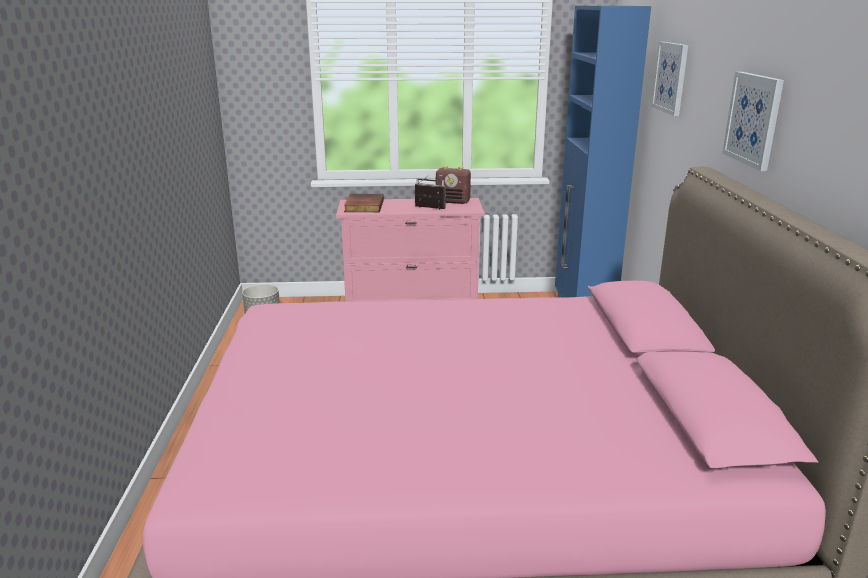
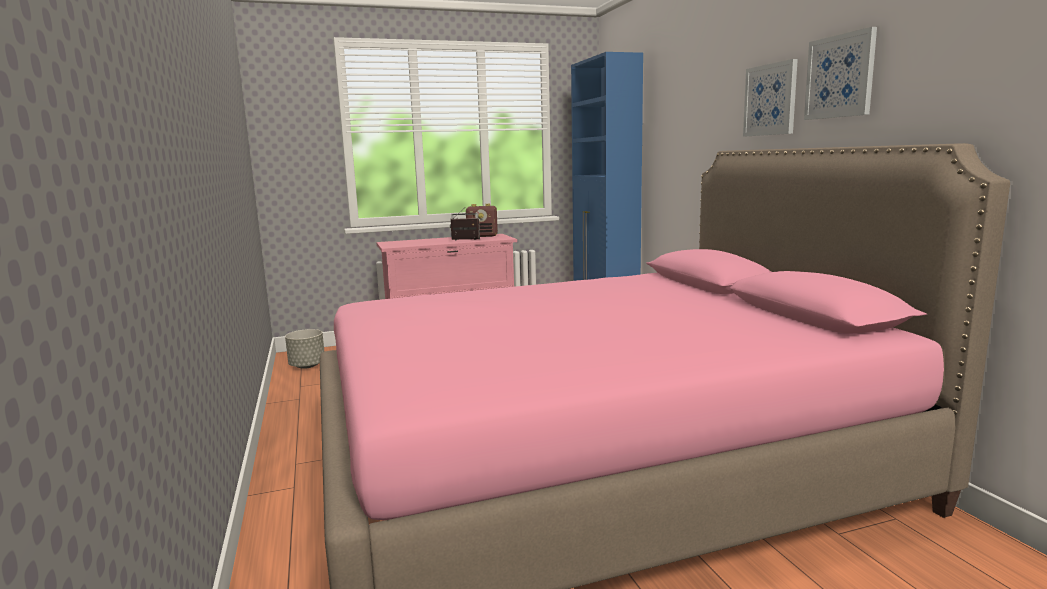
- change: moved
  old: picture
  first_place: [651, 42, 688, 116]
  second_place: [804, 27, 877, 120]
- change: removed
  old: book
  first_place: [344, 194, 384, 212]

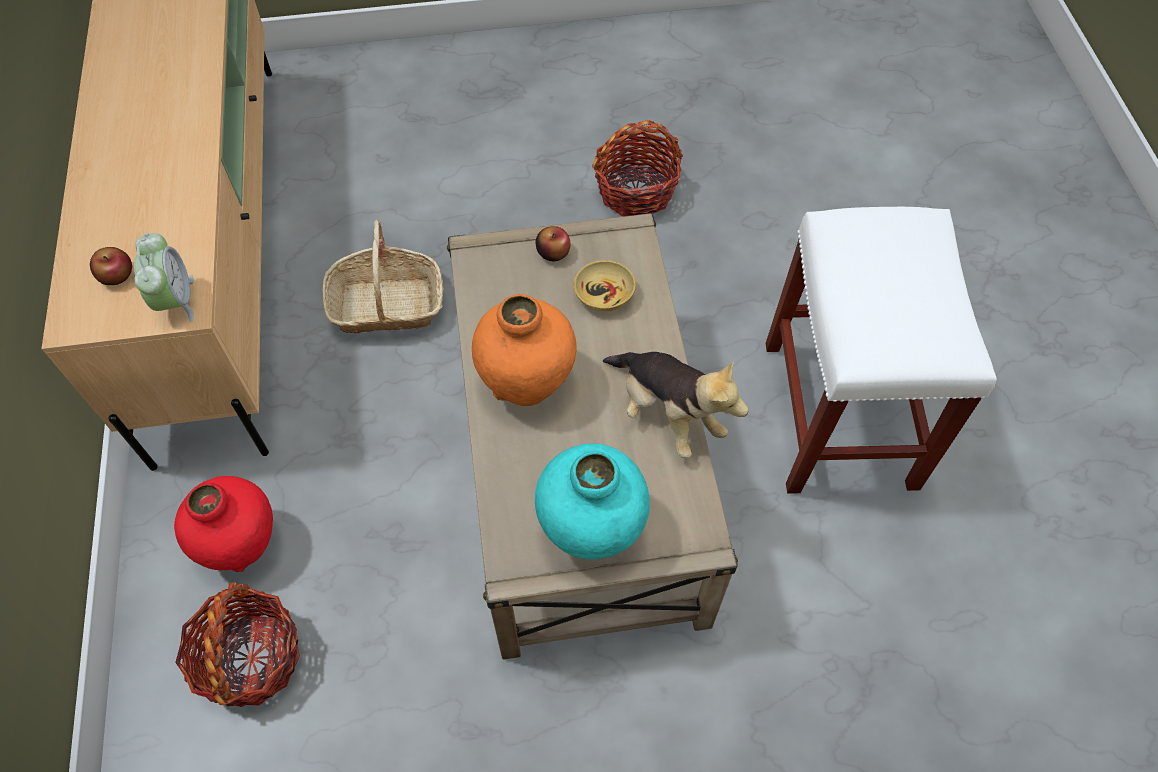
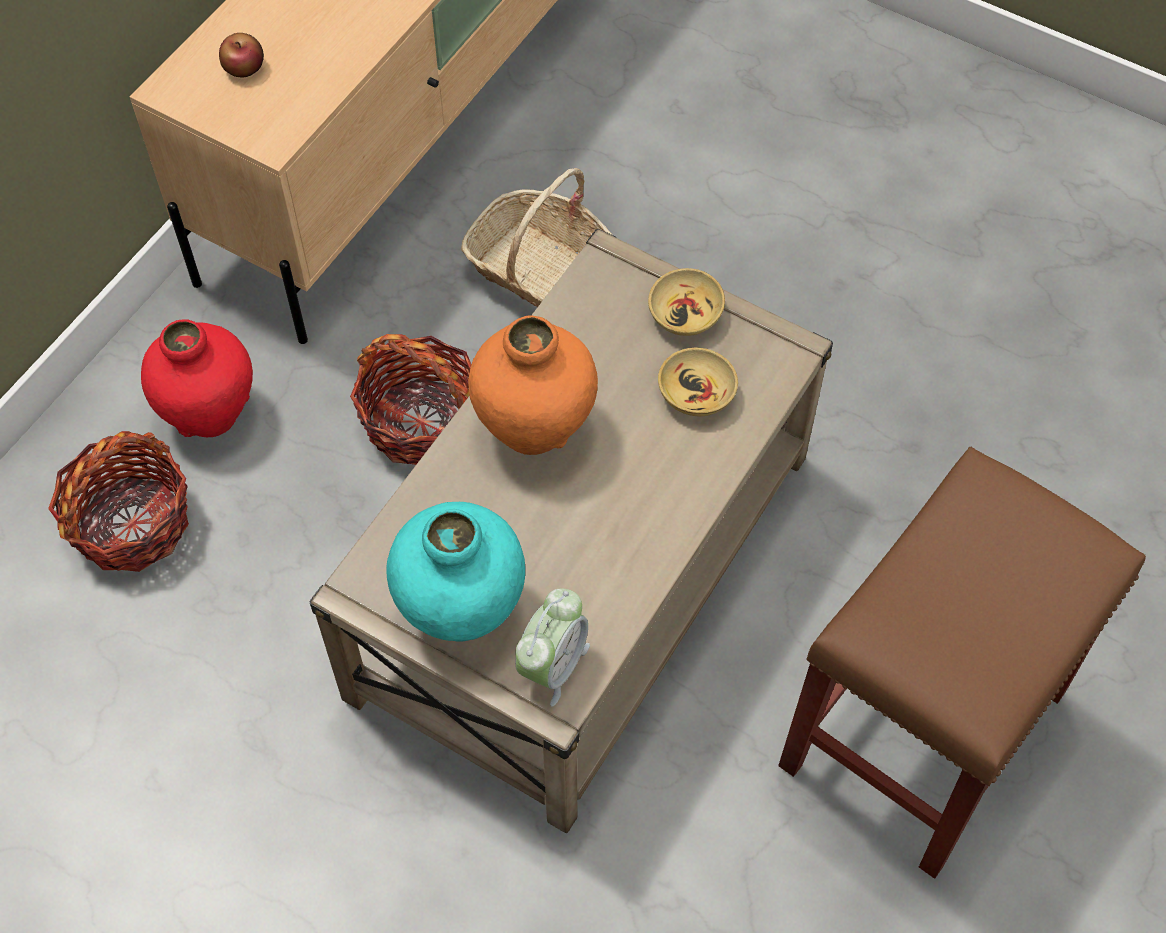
- change: moved
  old: basket
  first_place: [592, 120, 683, 216]
  second_place: [350, 334, 472, 465]
- change: recoloured
  old: white stool
  new: brown stool
  first_place: [766, 207, 997, 494]
  second_place: [778, 447, 1146, 879]
- change: replaced
  old: apple
  new: beige bowl
  first_place: [535, 226, 570, 261]
  second_place: [648, 268, 725, 336]
- change: moved
  old: alarm clock
  first_place: [134, 233, 194, 322]
  second_place: [515, 588, 590, 706]
- change: removed
  old: plush toy
  first_place: [603, 352, 749, 458]

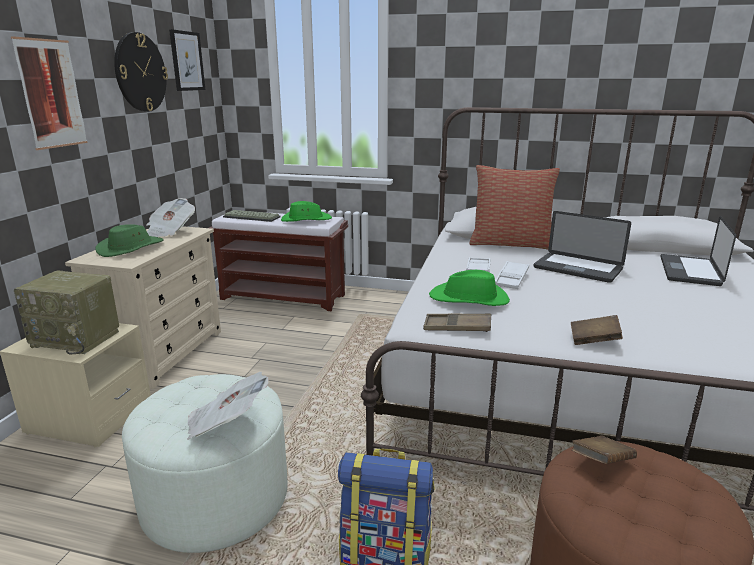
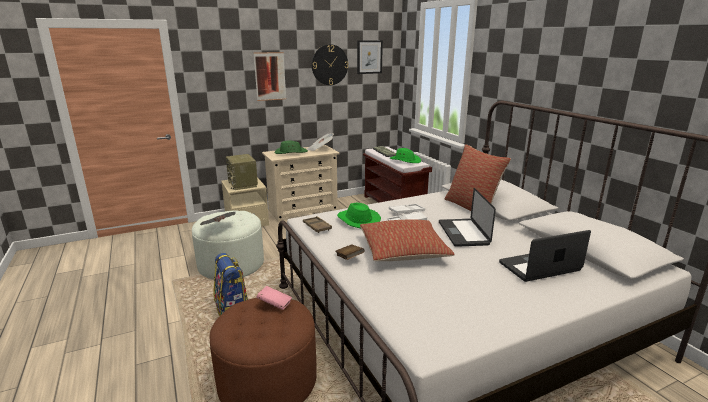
- change: recoloured
  old: brown book
  new: pink book
  first_place: [572, 436, 637, 464]
  second_place: [256, 286, 292, 310]
- change: added
  new: pillow
  second_place: [360, 219, 455, 261]

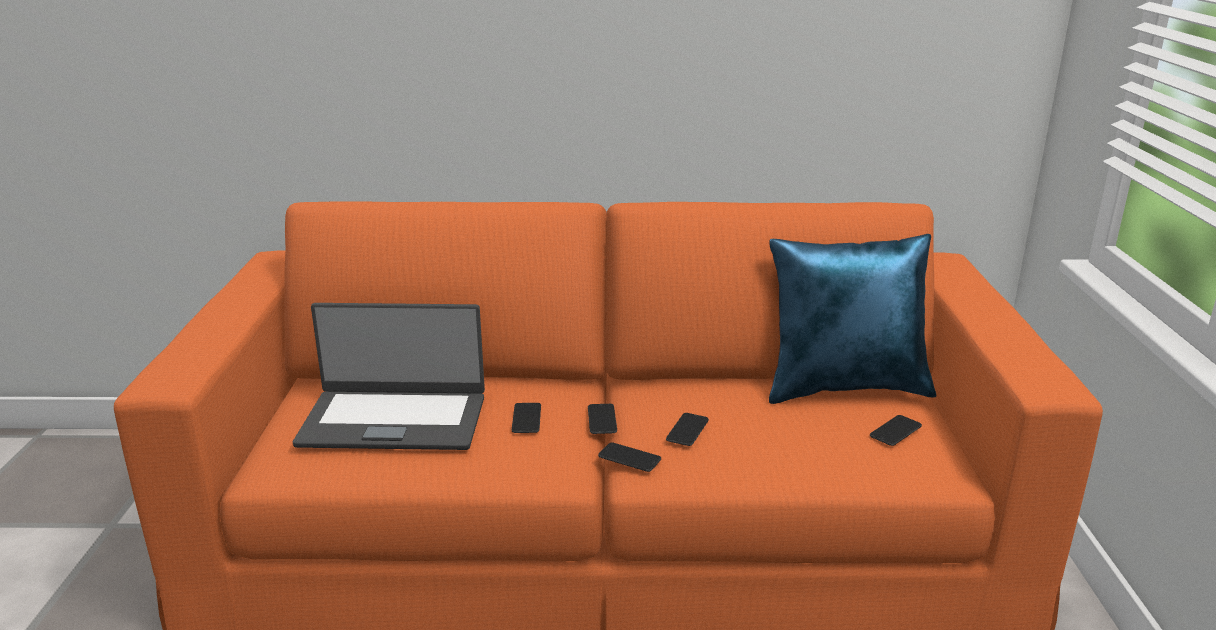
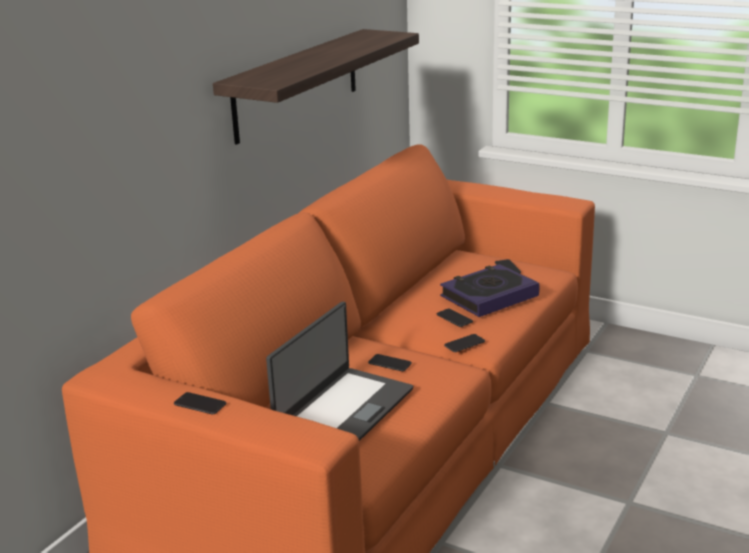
- change: removed
  old: blue pillow
  first_place: [769, 234, 937, 404]
- change: moved
  old: phone
  first_place: [588, 404, 617, 434]
  second_place: [174, 392, 226, 414]
- change: added
  new: shelf
  second_place: [213, 29, 419, 145]
- change: added
  new: book
  second_place: [440, 264, 540, 317]

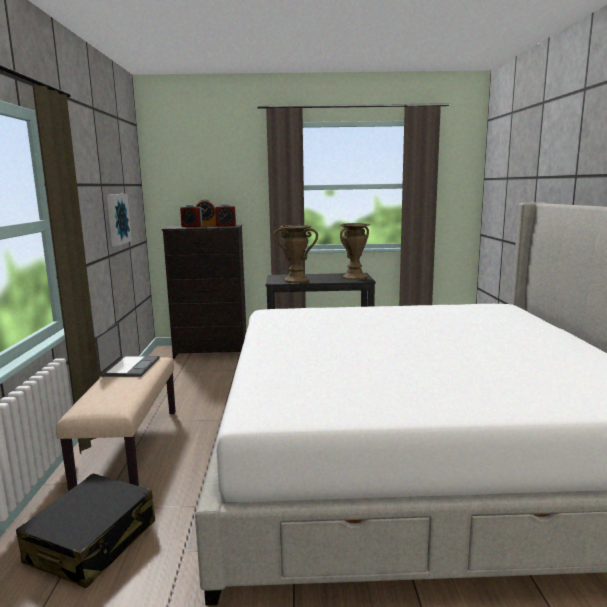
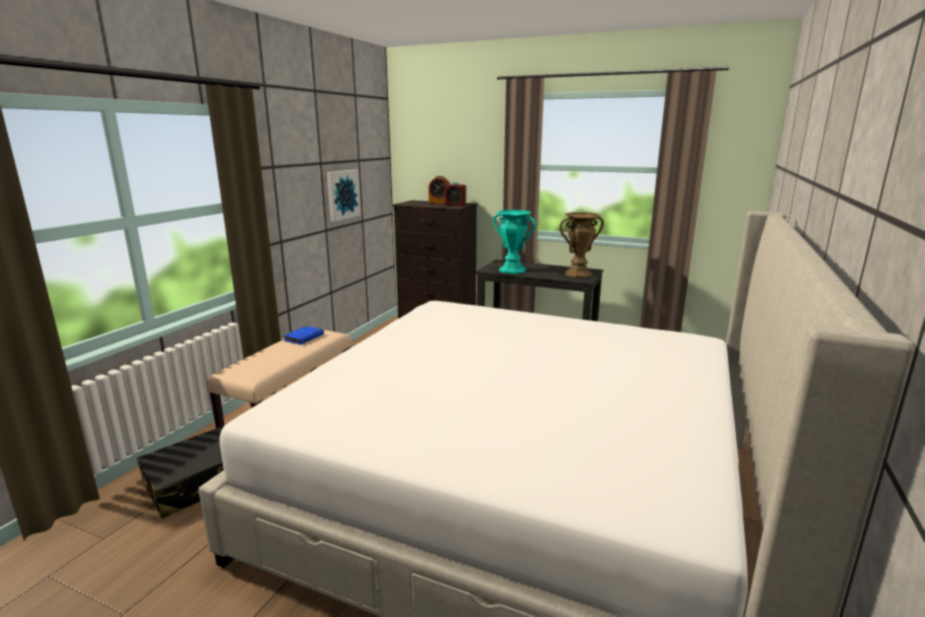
- change: removed
  old: alarm clock
  first_place: [180, 205, 203, 227]
- change: recoloured
  old: brown vase
  new: turquoise vase
  first_place: [274, 225, 318, 283]
  second_place: [493, 210, 536, 274]
- change: replaced
  old: laptop
  new: blue book
  first_place: [95, 323, 160, 377]
  second_place: [283, 326, 324, 345]

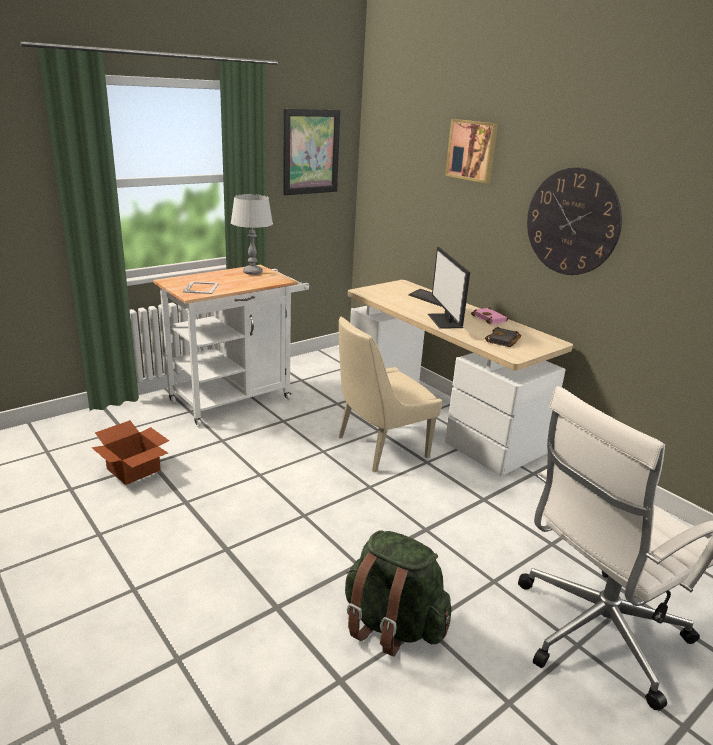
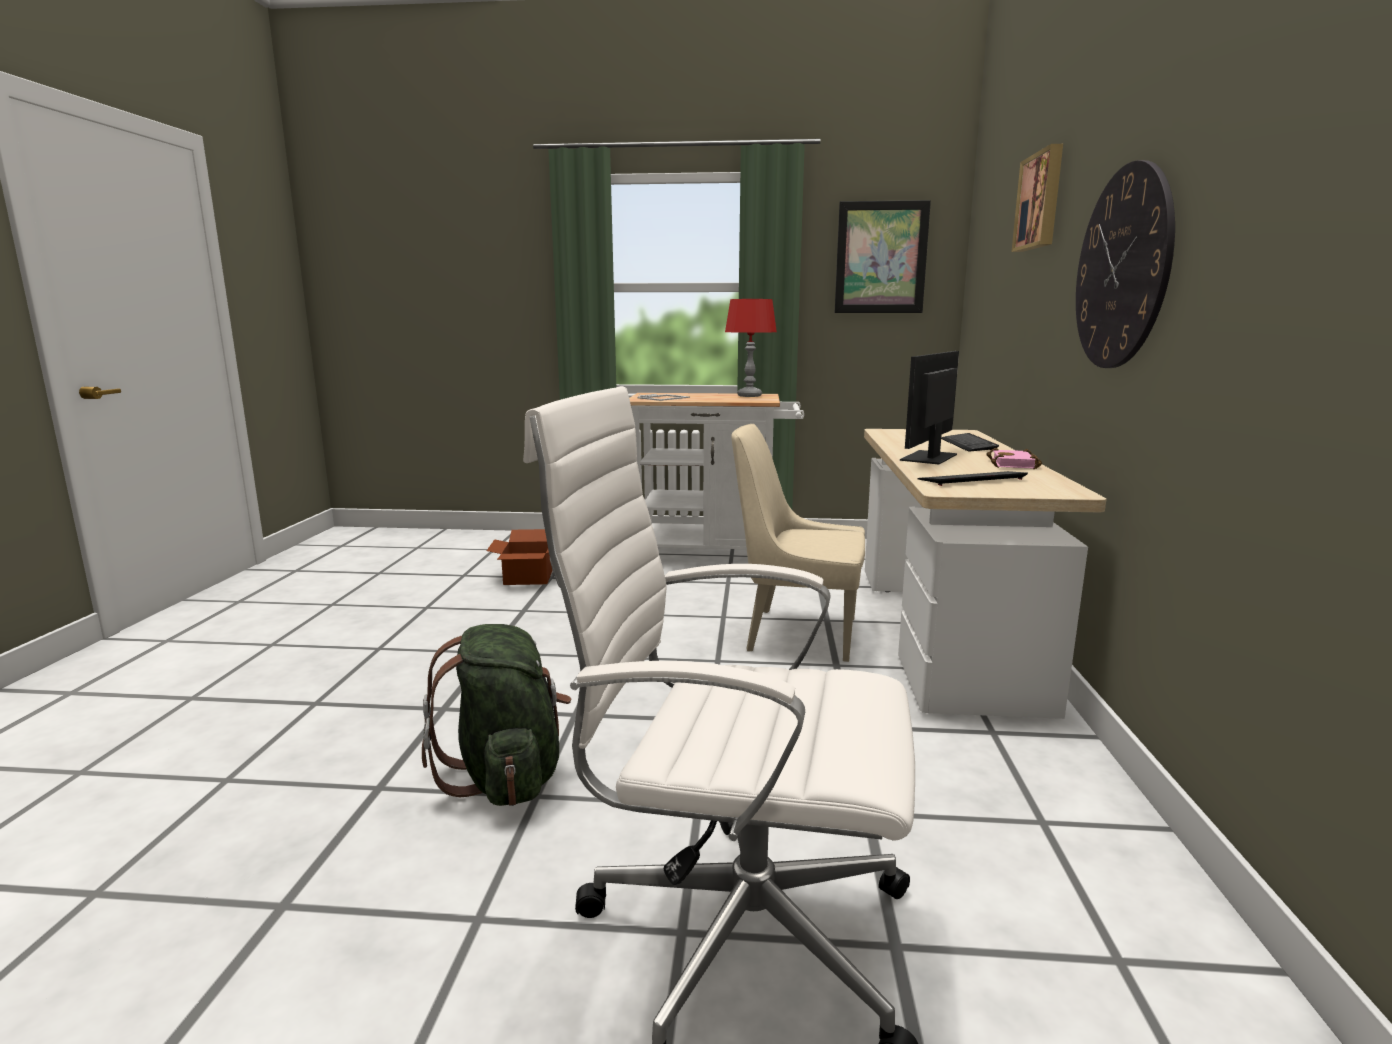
- change: recoloured
  old: grey table lamp
  new: red table lamp
  first_place: [231, 194, 273, 275]
  second_place: [725, 299, 777, 397]
- change: replaced
  old: black book
  new: keyboard
  first_place: [485, 327, 521, 347]
  second_place: [917, 471, 1028, 486]

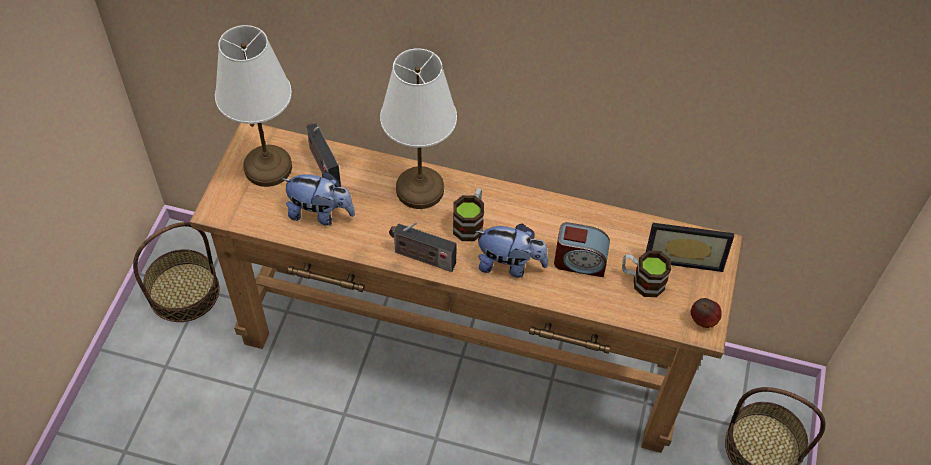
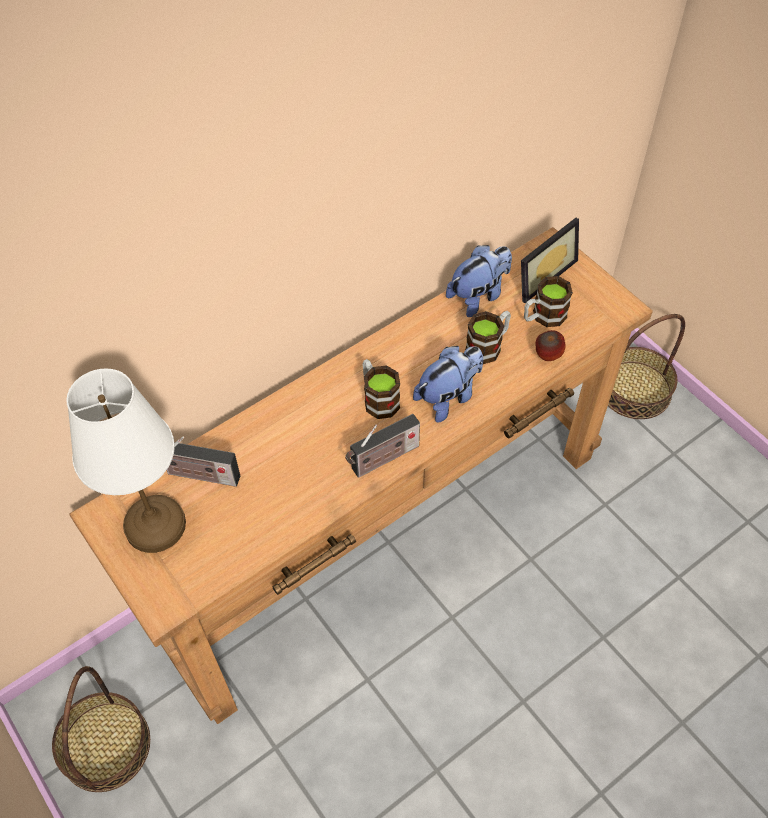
- change: removed
  old: white table lamp
  first_place: [380, 48, 457, 209]
- change: moved
  old: plush toy
  first_place: [282, 172, 355, 226]
  second_place: [446, 245, 512, 317]
- change: replaced
  old: alarm clock
  new: mug
  first_place: [554, 222, 610, 277]
  second_place: [465, 311, 511, 364]
- change: moved
  old: apple
  first_place: [691, 298, 722, 328]
  second_place: [536, 330, 566, 361]

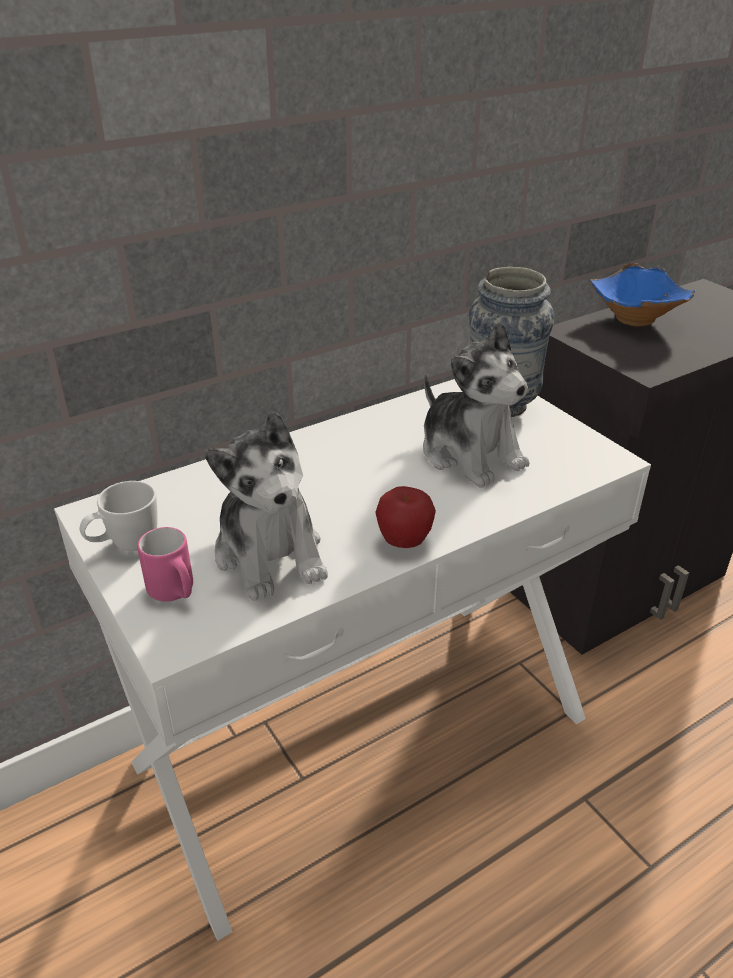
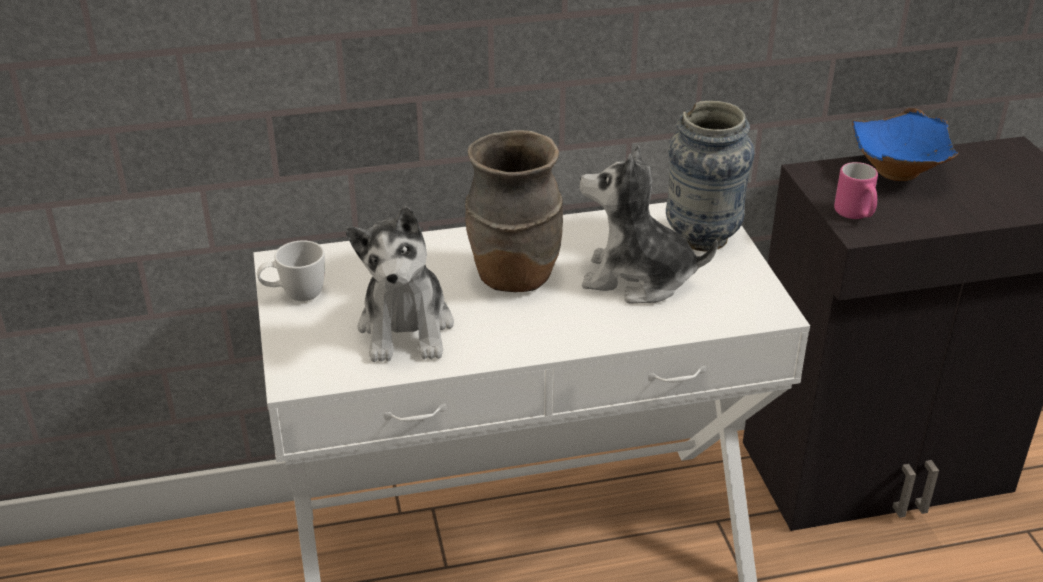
- change: turned
  old: plush toy
  first_place: [423, 321, 529, 488]
  second_place: [580, 145, 718, 304]
  degrees: 120
- change: removed
  old: apple
  first_place: [375, 486, 436, 548]
- change: moved
  old: pink mug
  first_place: [137, 527, 193, 601]
  second_place: [834, 162, 878, 219]
- change: added
  new: brown vase
  second_place: [465, 130, 563, 292]

